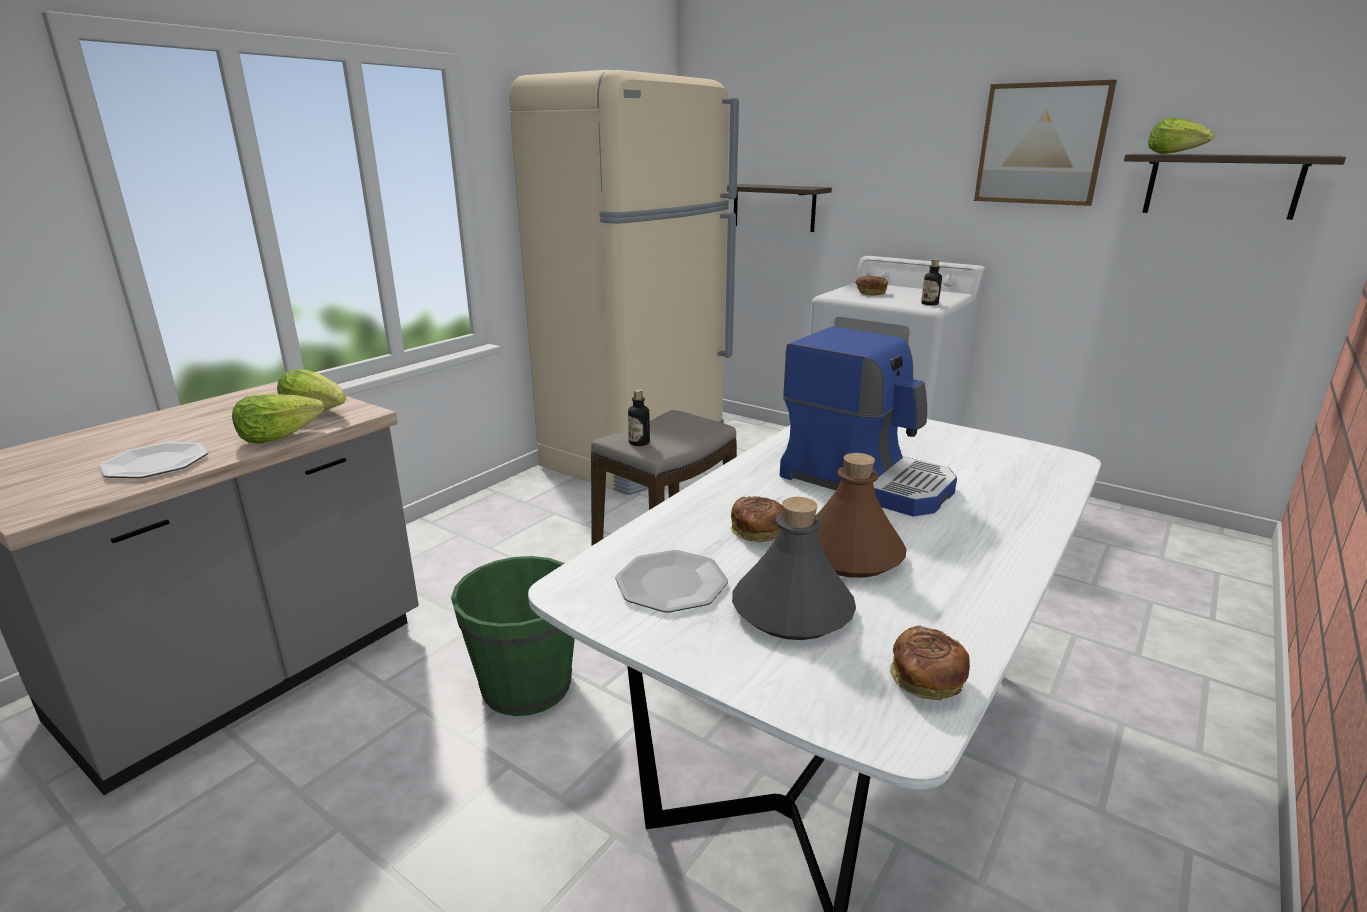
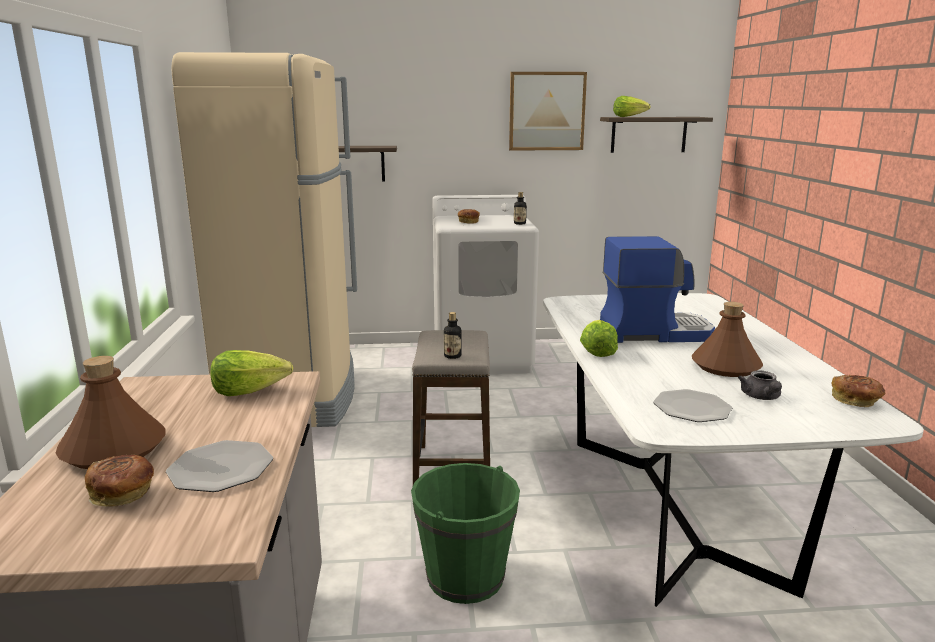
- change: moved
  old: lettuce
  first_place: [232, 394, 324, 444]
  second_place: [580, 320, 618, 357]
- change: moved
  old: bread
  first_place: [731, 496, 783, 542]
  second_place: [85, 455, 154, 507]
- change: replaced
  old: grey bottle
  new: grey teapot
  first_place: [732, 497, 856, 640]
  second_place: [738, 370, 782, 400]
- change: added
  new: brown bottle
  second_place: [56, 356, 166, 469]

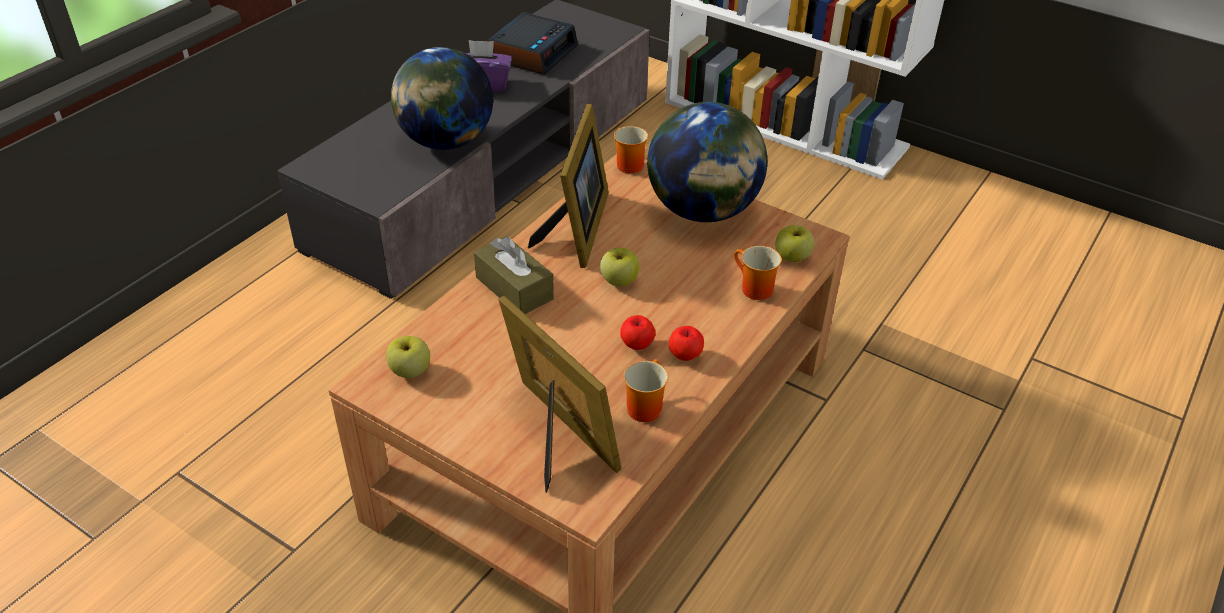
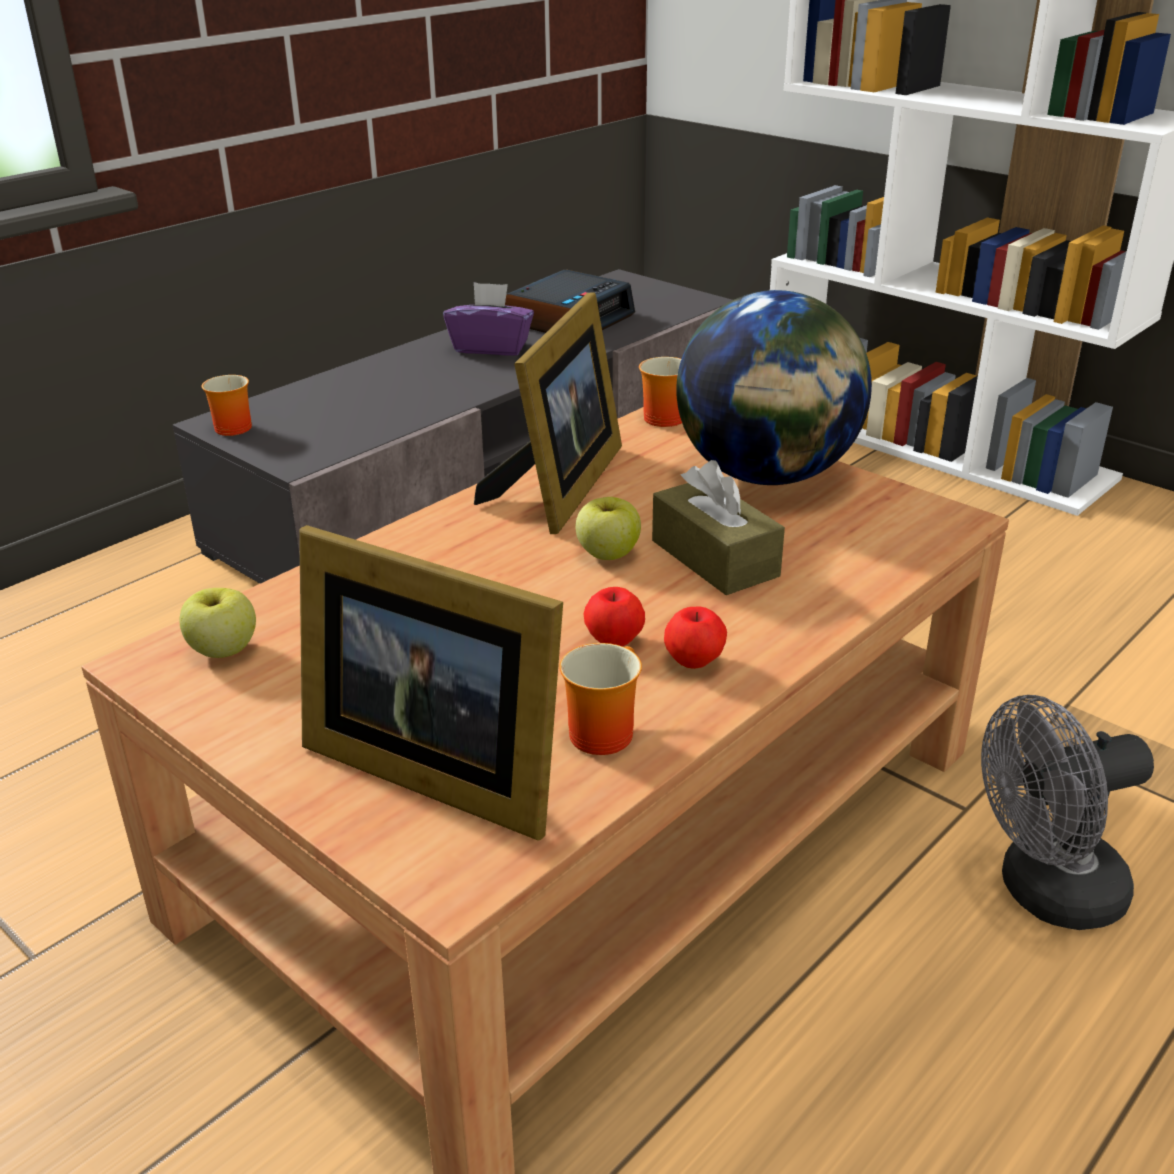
- change: removed
  old: globe
  first_place: [391, 47, 493, 150]
- change: removed
  old: apple
  first_place: [776, 225, 814, 262]
- change: moved
  old: brown tissue box
  first_place: [474, 236, 554, 314]
  second_place: [652, 460, 785, 595]
- change: moved
  old: mug
  first_place: [734, 246, 782, 300]
  second_place: [202, 375, 252, 436]
- change: turned
  old: picture frame
  first_place: [498, 296, 621, 493]
  second_place: [299, 525, 563, 841]
  degrees: 150
- change: added
  new: grey fan
  second_place: [981, 695, 1154, 930]

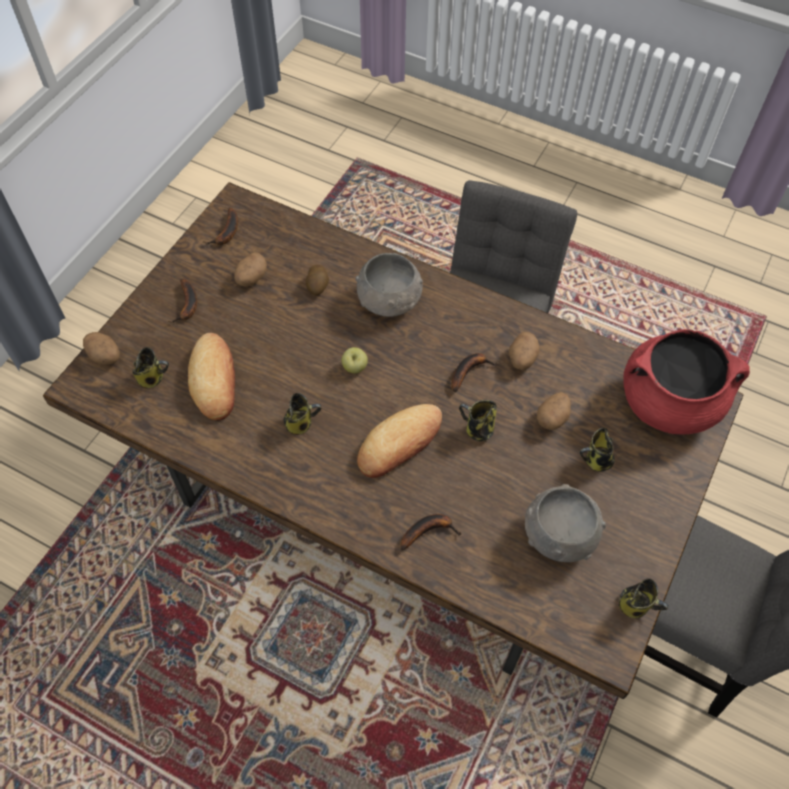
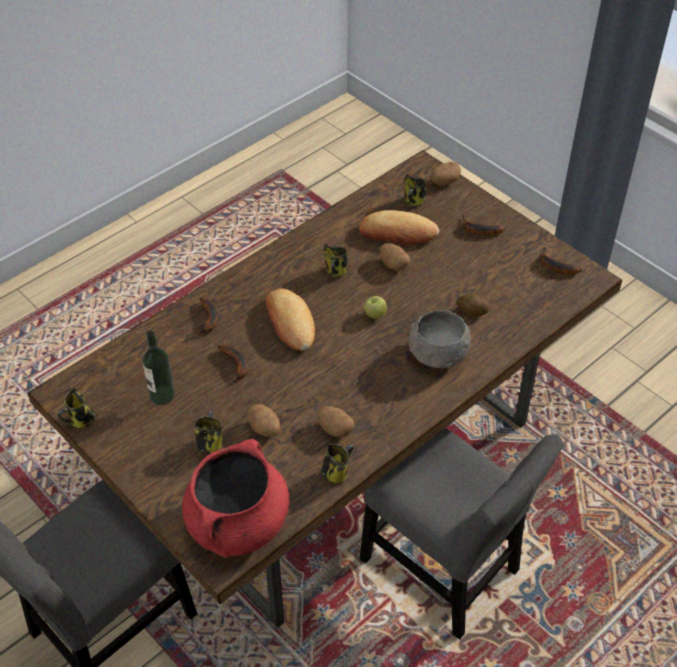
- change: moved
  old: potato
  first_place: [234, 252, 267, 286]
  second_place: [380, 243, 410, 271]
- change: moved
  old: banana
  first_place: [451, 353, 499, 392]
  second_place: [218, 345, 248, 384]
- change: moved
  old: mug
  first_place: [459, 400, 497, 441]
  second_place: [321, 444, 354, 485]
- change: replaced
  old: grey bowl
  new: bottle
  first_place: [525, 484, 606, 562]
  second_place: [142, 330, 175, 405]

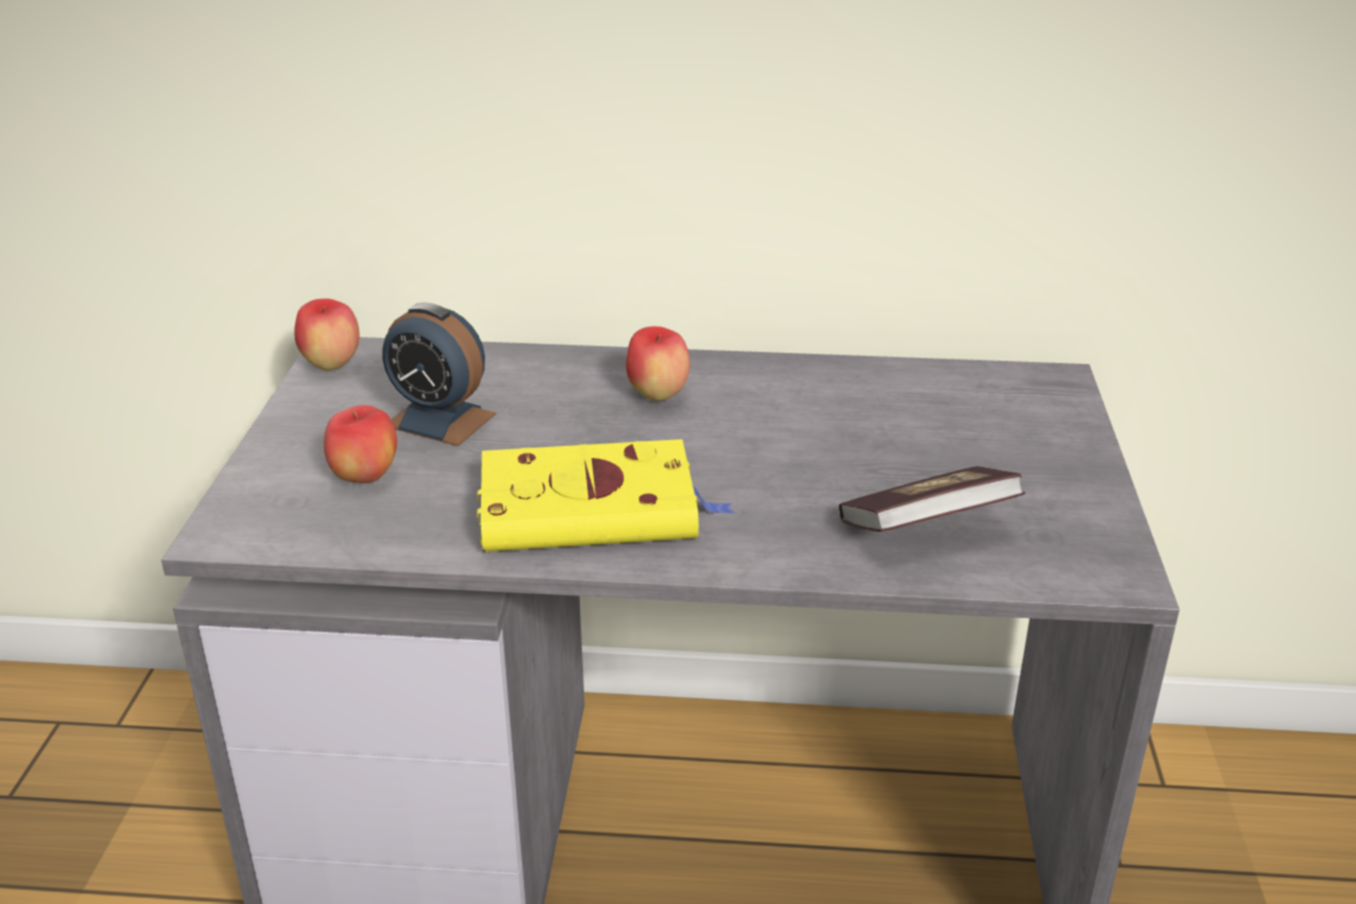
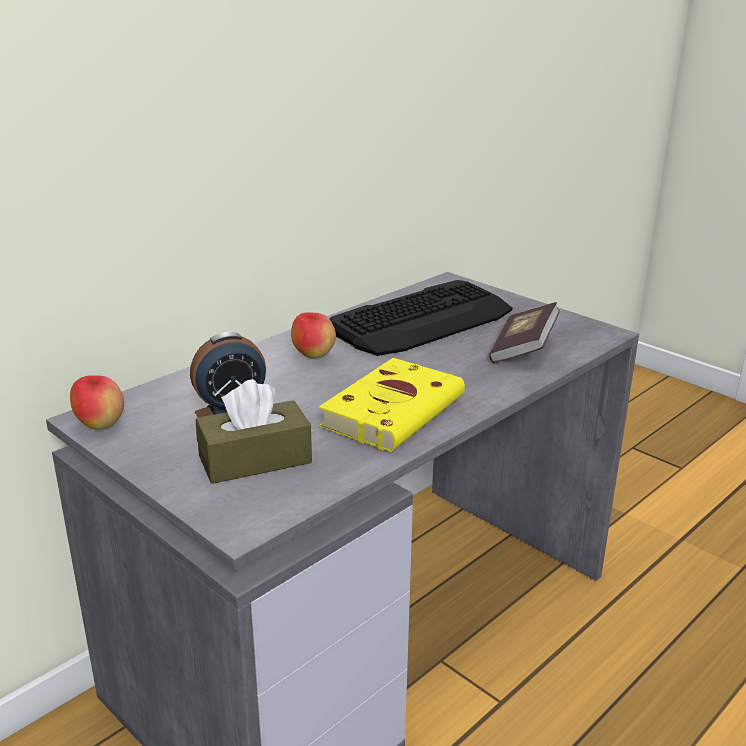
- change: replaced
  old: apple
  new: brown tissue box
  first_place: [324, 405, 397, 483]
  second_place: [196, 379, 312, 484]
- change: added
  new: keyboard
  second_place: [330, 280, 513, 356]

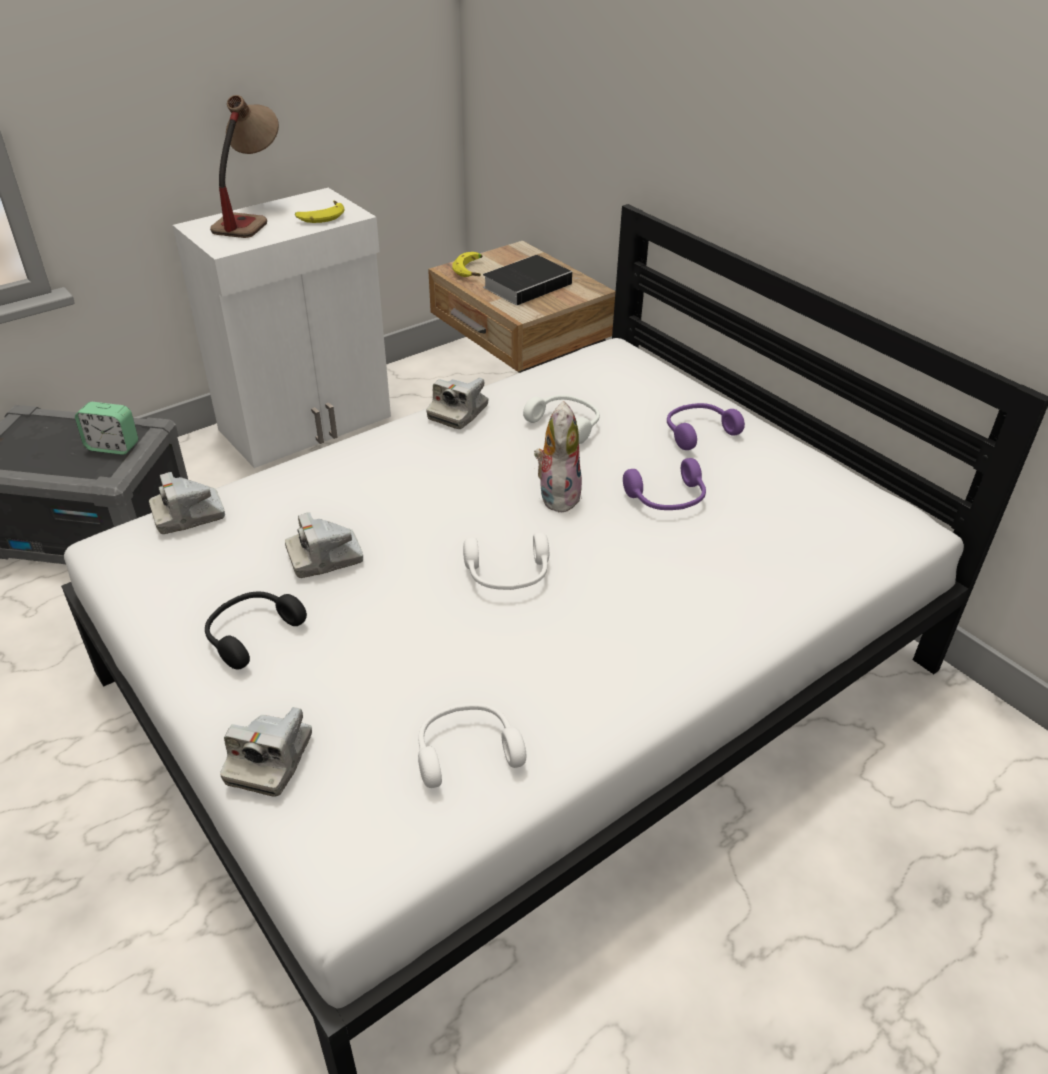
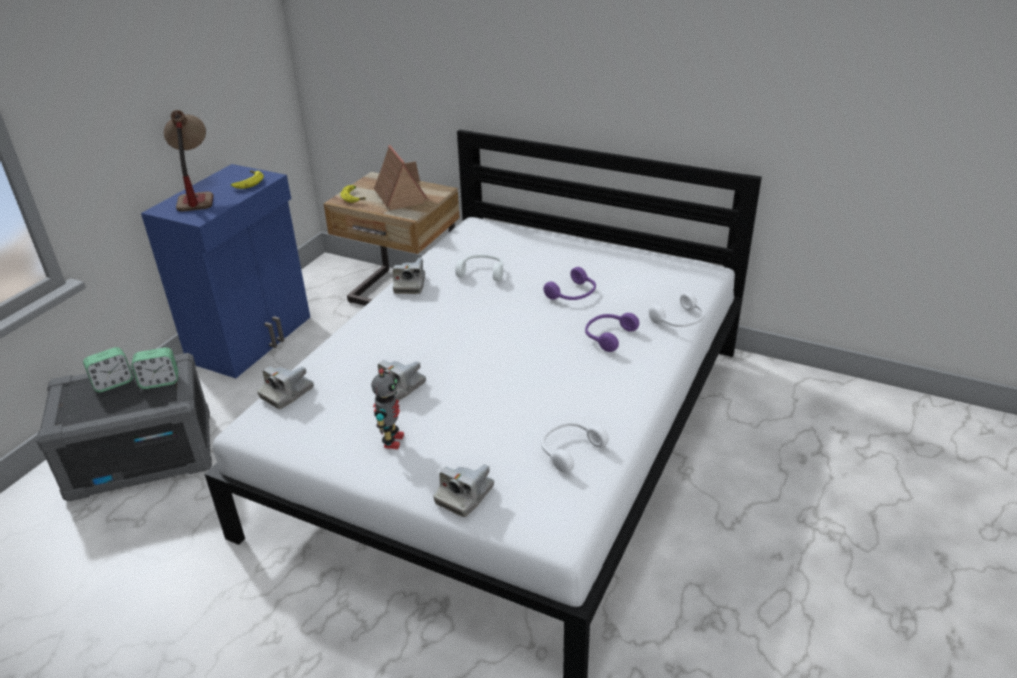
- change: recoloured
  old: white cabinet
  new: blue cabinet
  first_place: [172, 188, 391, 468]
  second_place: [141, 164, 310, 378]
- change: replaced
  old: book
  new: toy house
  first_place: [483, 255, 573, 306]
  second_place: [374, 145, 428, 210]
- change: removed
  old: plush toy
  first_place: [534, 401, 582, 512]
- change: moved
  old: purple headphones
  first_place: [667, 403, 745, 450]
  second_place: [585, 313, 639, 352]
- change: moved
  old: white headphones
  first_place: [463, 532, 549, 590]
  second_place: [649, 292, 705, 327]
- change: replaced
  old: black headphones
  new: toy robot
  first_place: [205, 592, 307, 670]
  second_place: [371, 369, 404, 449]
- change: turned
  old: photo camera
  first_place: [220, 707, 312, 797]
  second_place: [433, 464, 494, 517]
  degrees: 45
- change: added
  new: alarm clock
  second_place: [83, 347, 133, 392]

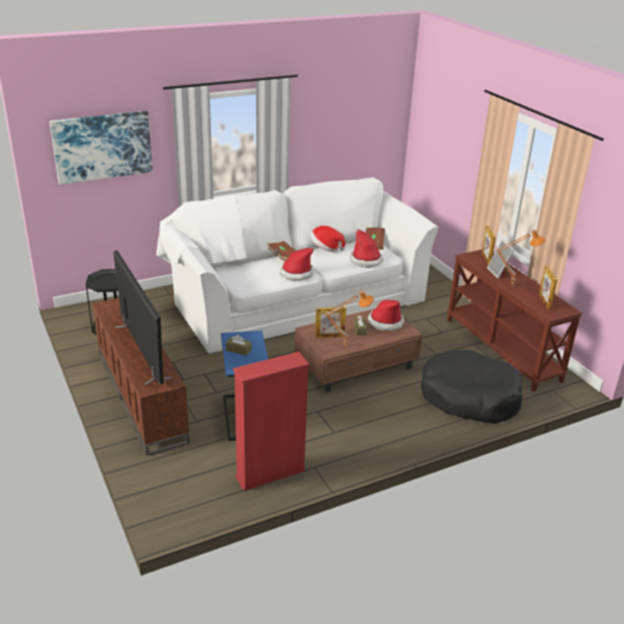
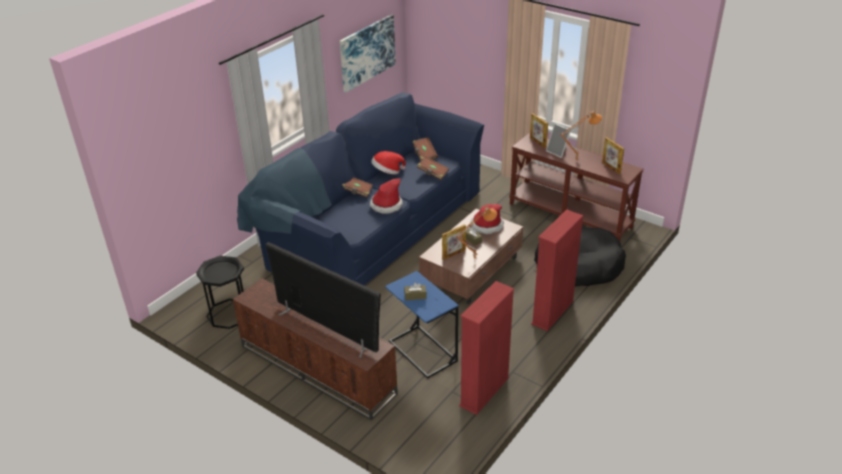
- change: moved
  old: picture
  first_place: [50, 111, 153, 185]
  second_place: [339, 15, 396, 92]
- change: recoloured
  old: white sofa
  new: blue sofa
  first_place: [156, 177, 439, 354]
  second_place: [237, 92, 484, 286]
- change: replaced
  old: hat
  new: brown book
  first_place: [350, 229, 383, 268]
  second_place: [417, 156, 449, 180]
- change: added
  new: red bookcase
  second_place: [531, 209, 584, 331]

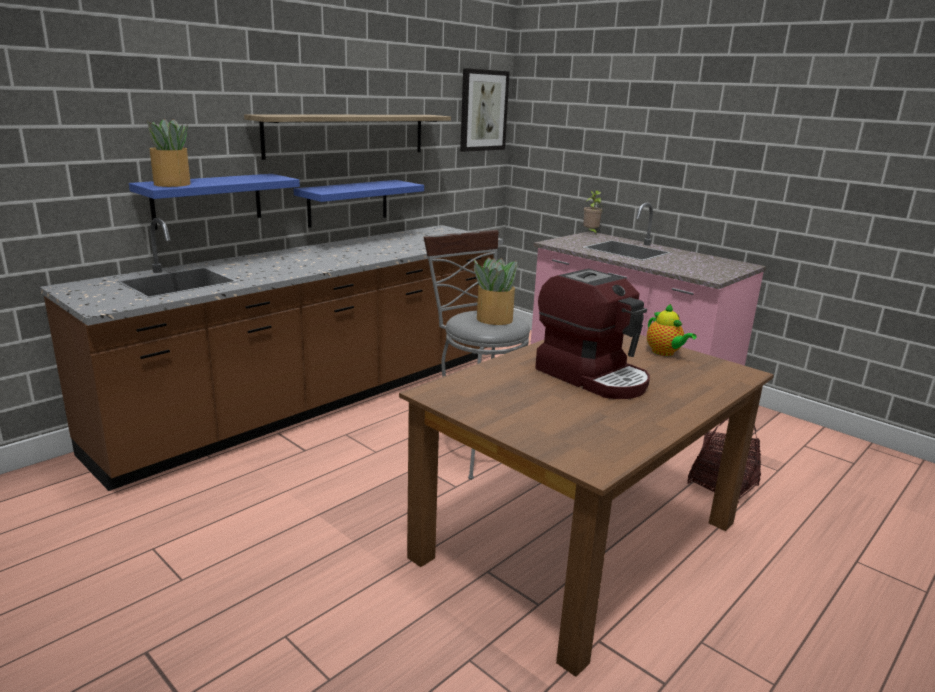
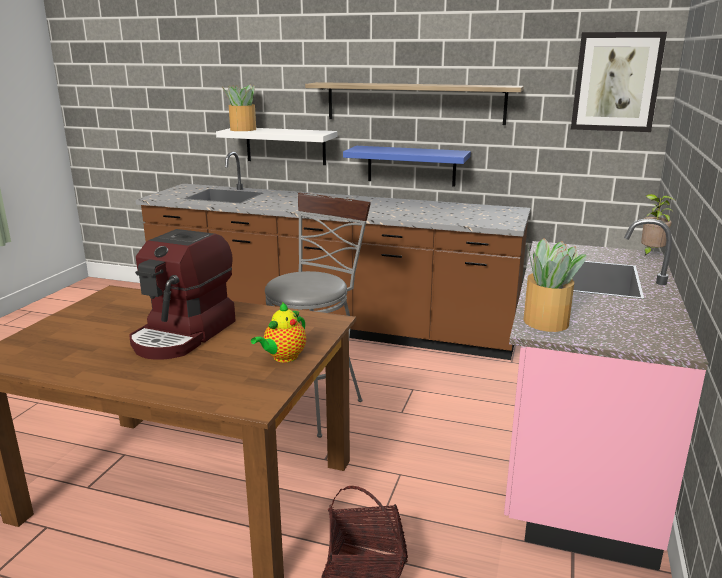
- change: recoloured
  old: blue shelf
  new: white shelf
  first_place: [129, 174, 300, 230]
  second_place: [216, 128, 338, 165]
- change: moved
  old: potted plant
  first_place: [474, 257, 518, 325]
  second_place: [523, 238, 587, 332]

